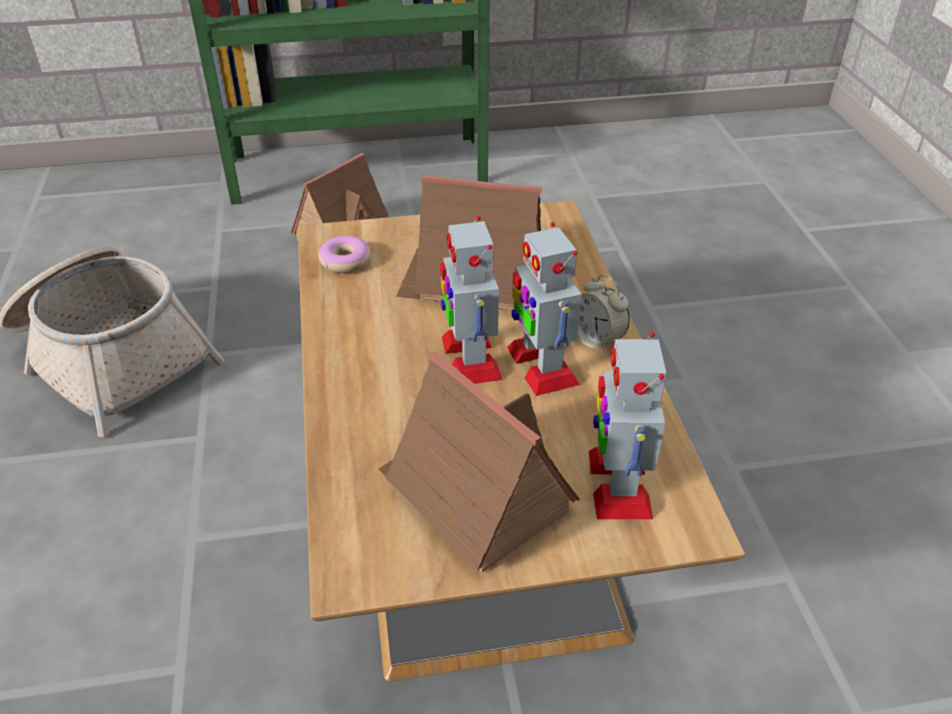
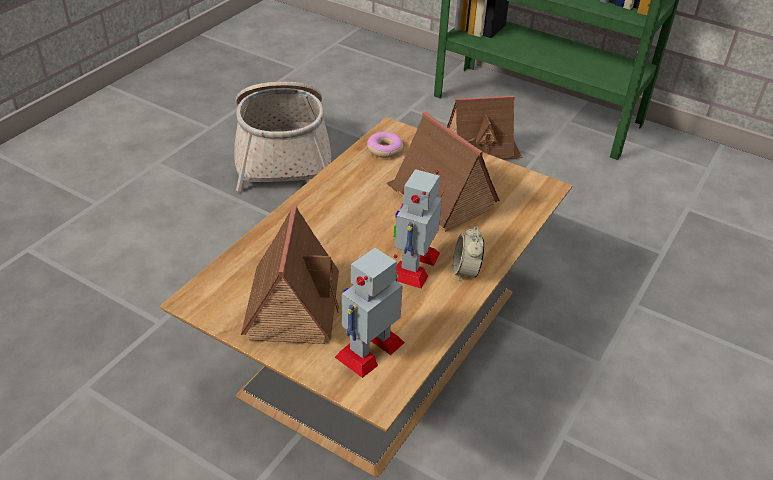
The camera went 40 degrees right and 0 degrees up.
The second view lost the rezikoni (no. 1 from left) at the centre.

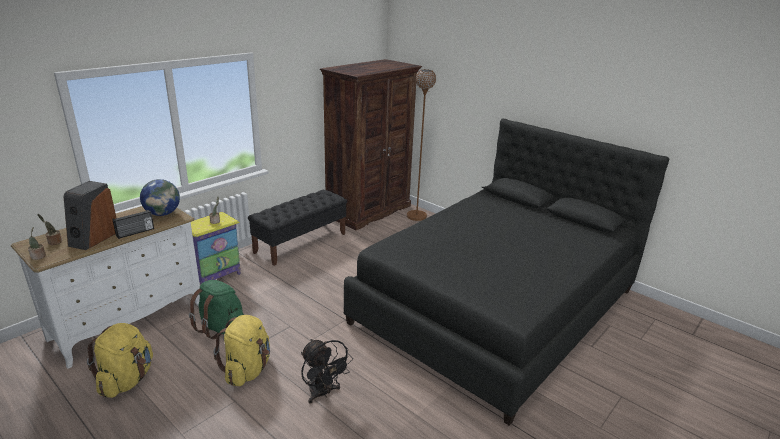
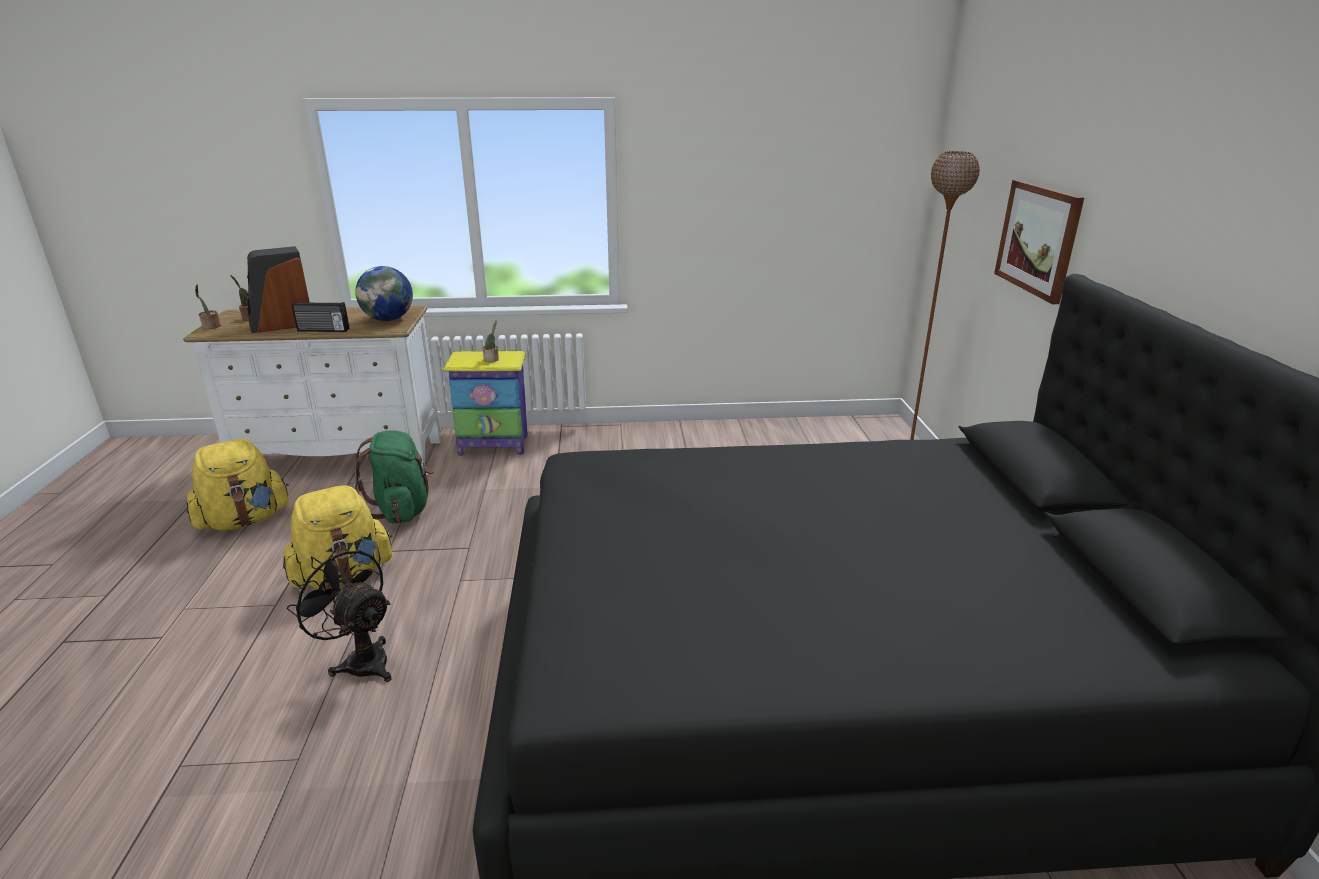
The camera went 45 degrees right and 0 degrees up.
The second view lost the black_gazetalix at the centre.
The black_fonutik at the bottom centre ended up facing another way, 120 degrees clockwise from before.
The second view lost the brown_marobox at the top centre.
The second view gained the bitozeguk at the top right.

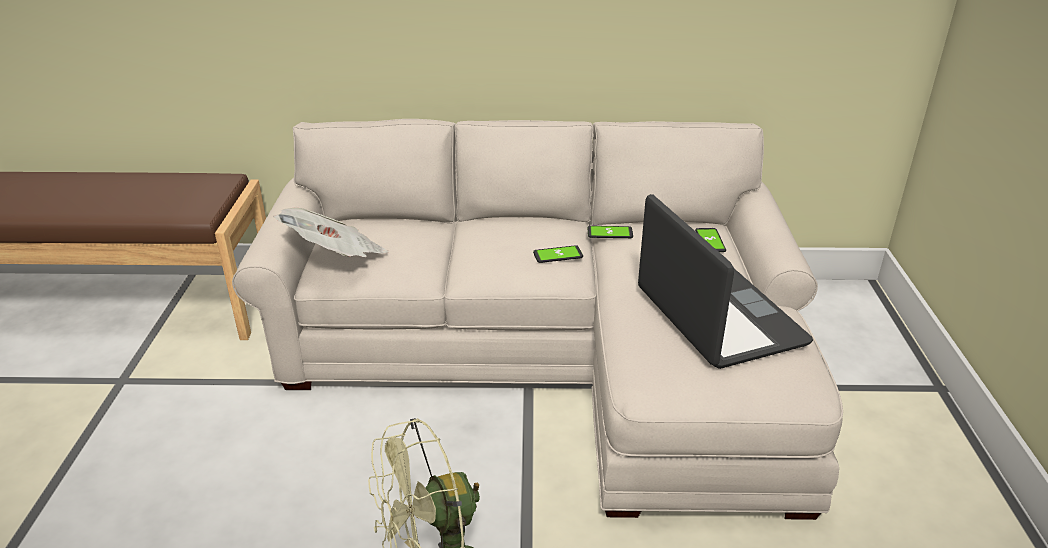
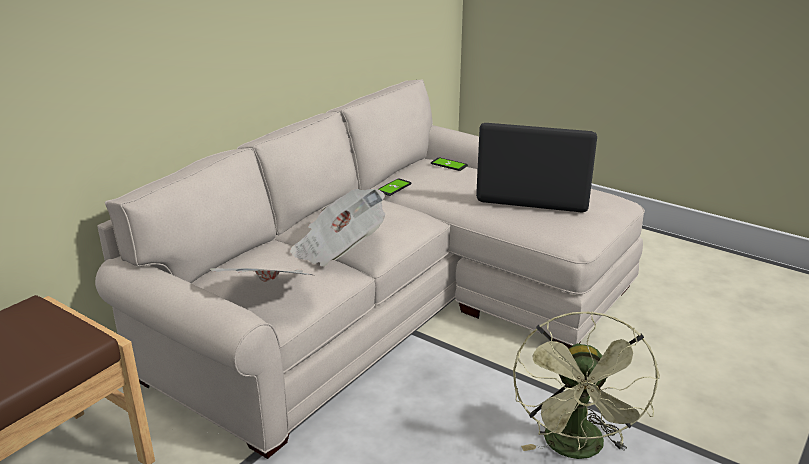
The camera went 55 degrees left and 5 degrees down.
The second view lost the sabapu (no. 1 from left) at the centre.
The second view gained the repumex (no. 2 from left) at the centre.

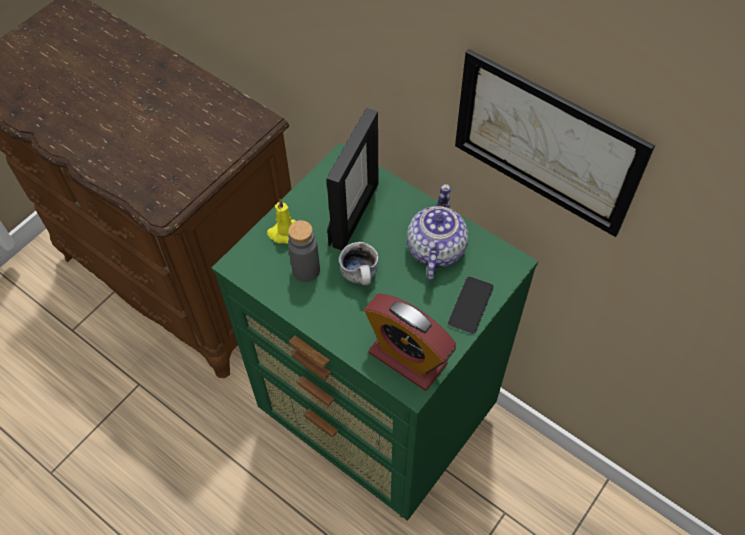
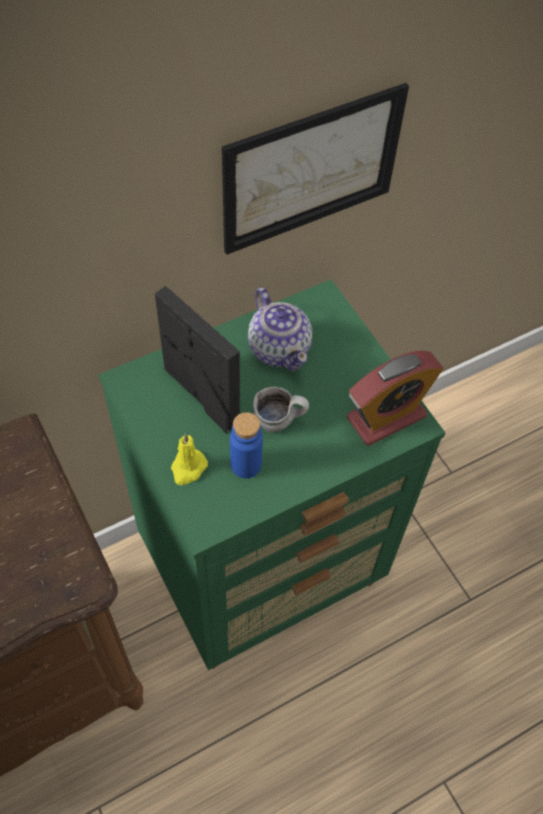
The camera went 70 degrees left and 0 degrees up.
What was the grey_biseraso at the centre turned into the blue_biseraso at the centre.
The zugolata at the centre ended up facing another way, 150 degrees counterclockwise from before.
The second view lost the sabapu at the centre.

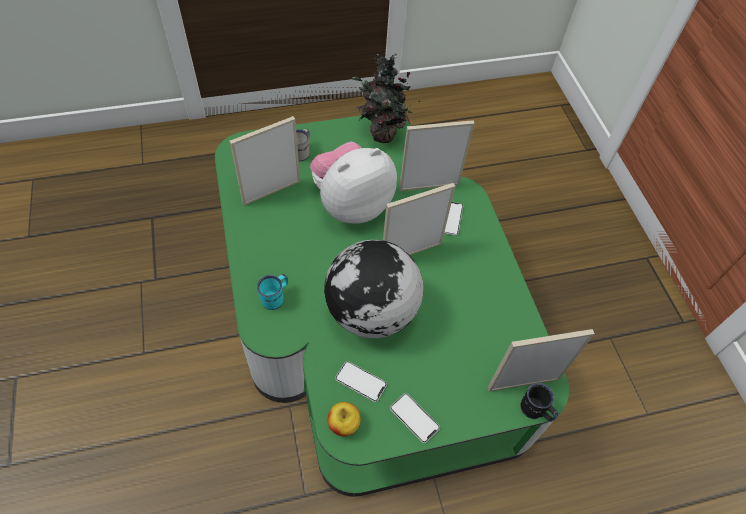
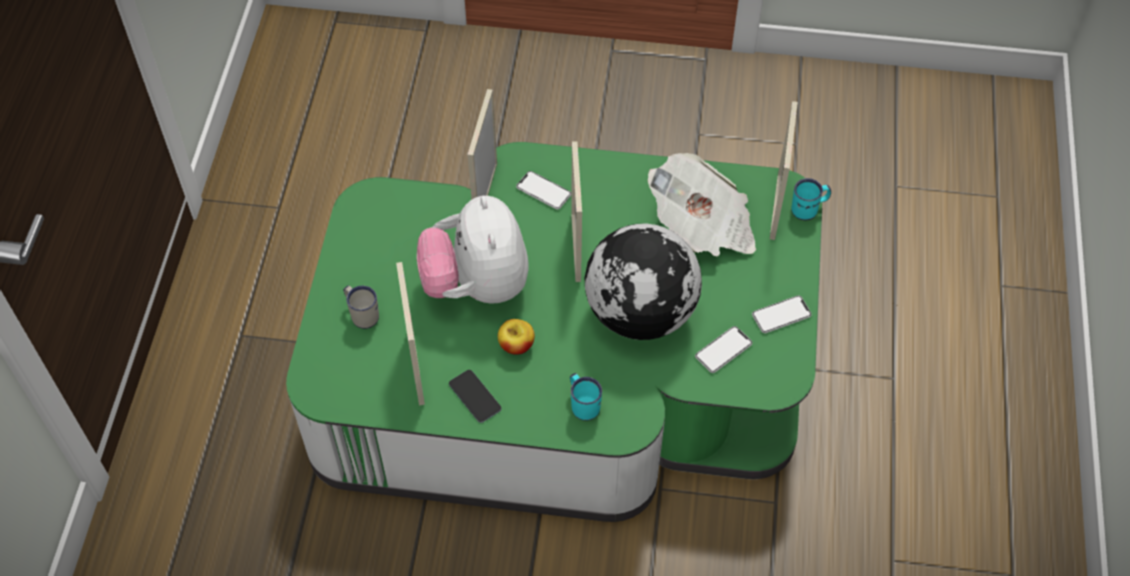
The camera went 65 degrees left and 0 degrees up.
The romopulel ended up elsewhere, having gone from the bottom centre to the centre.
The second view lost the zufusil at the top centre.
What was the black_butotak at the bottom right turned into the turquoise_butotak (no. 2 from left) at the middle right.
The second view gained the sabapu (no. 1 from left) at the bottom centre.
The second view gained the repumex at the centre.

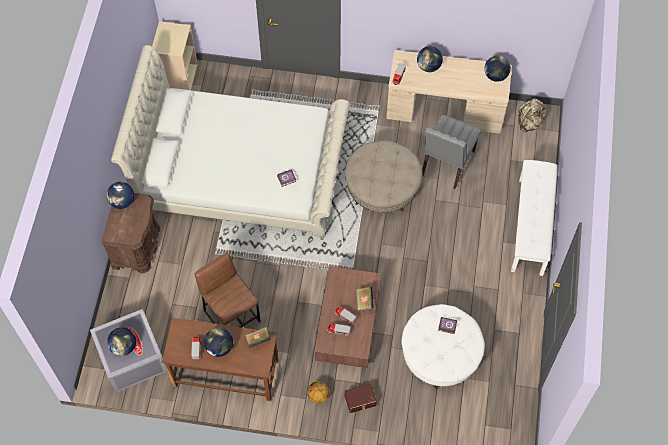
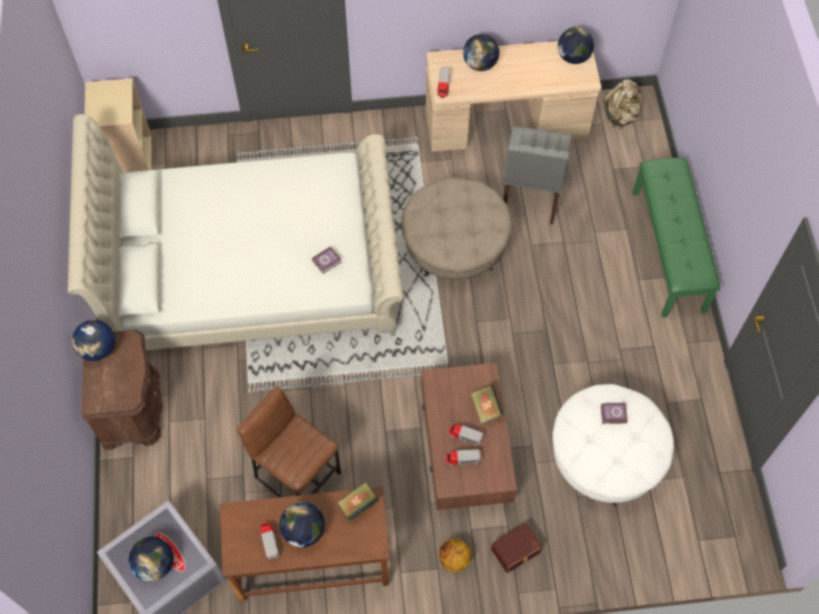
The camera went 15 degrees left and 0 degrees up.
What was the white_gazetalix at the middle right turned into the green_gazetalix at the middle right.

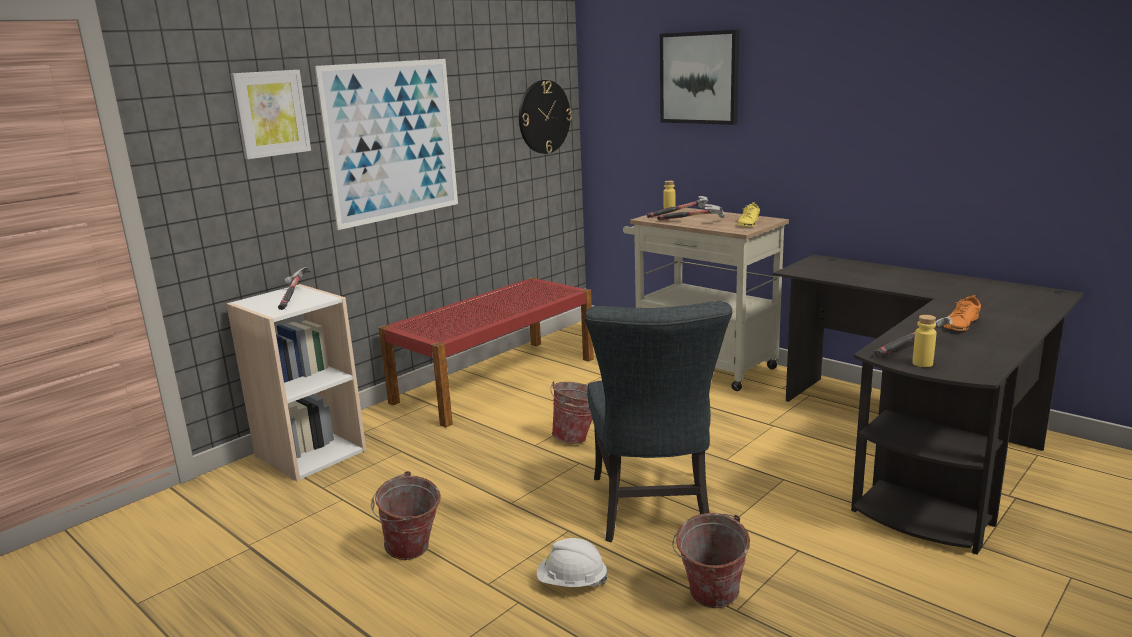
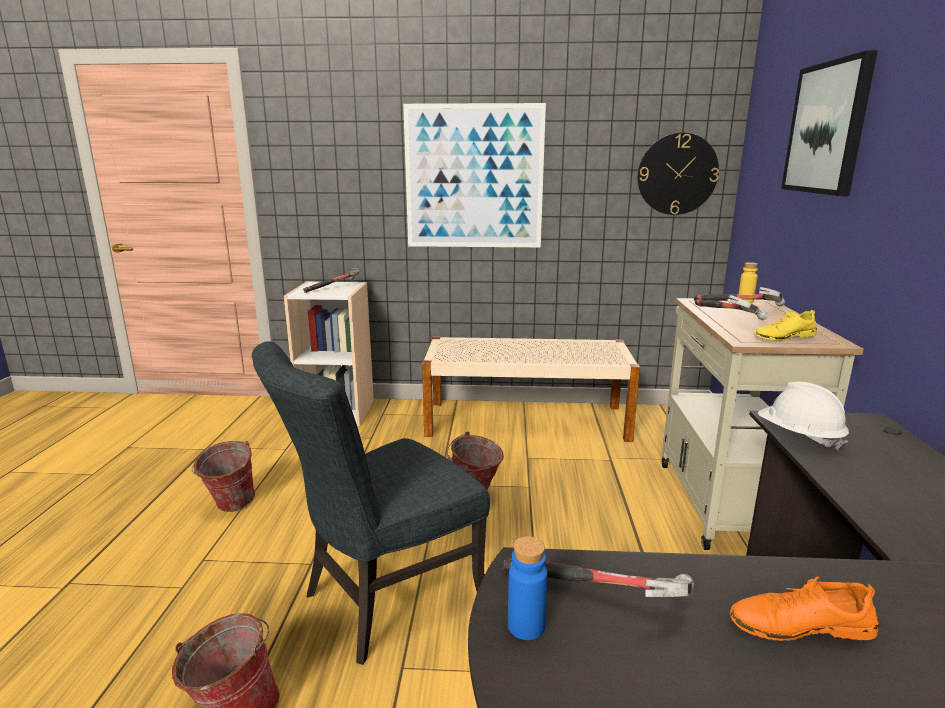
The camera went 50 degrees right and 0 degrees up.
The second view lost the bitozeguk (no. 1 from left) at the top left.
What was the red_gazetalix at the centre turned into the beige_gazetalix at the centre.
The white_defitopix ended up elsewhere, having gone from the bottom centre to the middle right.
What was the yellow_biseraso (no. 2 from left) at the middle right turned into the blue_biseraso at the bottom centre.

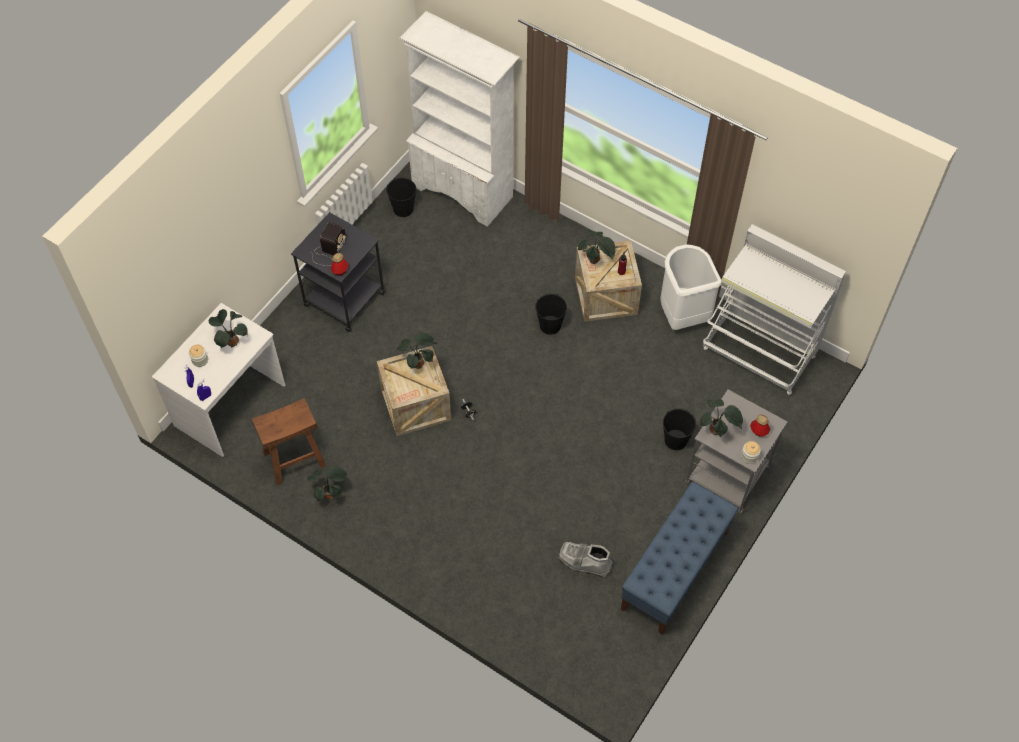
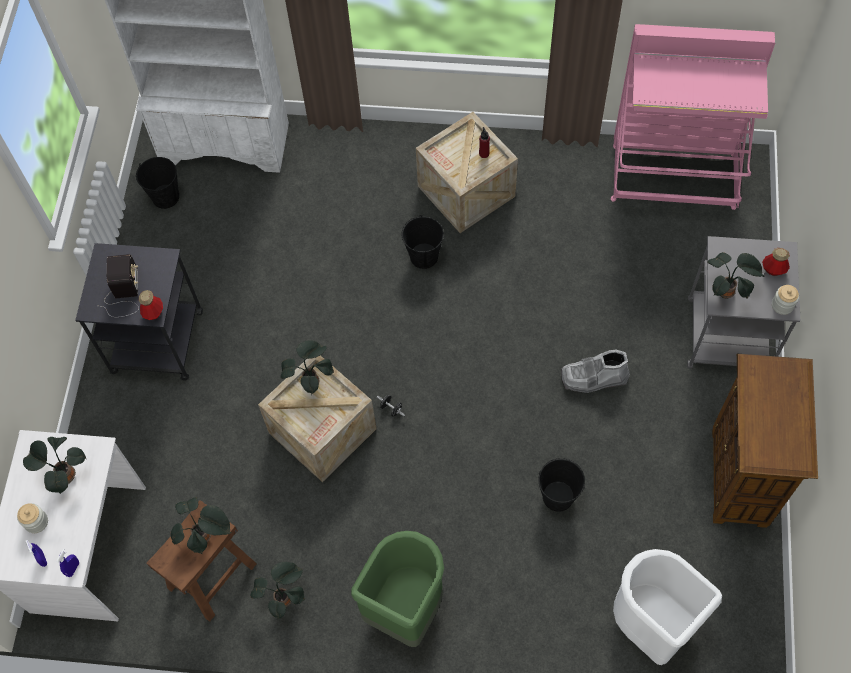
The camera went 25 degrees left and 5 degrees up.
The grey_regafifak ended up elsewhere, having gone from the bottom centre to the middle right.
The zufusil (no. 4 from left in the first image) ended up elsewhere, having gone from the top centre to the bottom left.
Where the blue_gazetalix stood at the bottom centre, the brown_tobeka came to stand at the middle right.
The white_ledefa ended up elsewhere, having gone from the middle right to the bottom right.
The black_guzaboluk (no. 3 from left) ended up elsewhere, having gone from the middle right to the bottom centre.
What was the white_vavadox at the middle right turned into the pink_vavadox at the top right.
The second view gained the green_ledefa at the bottom centre.

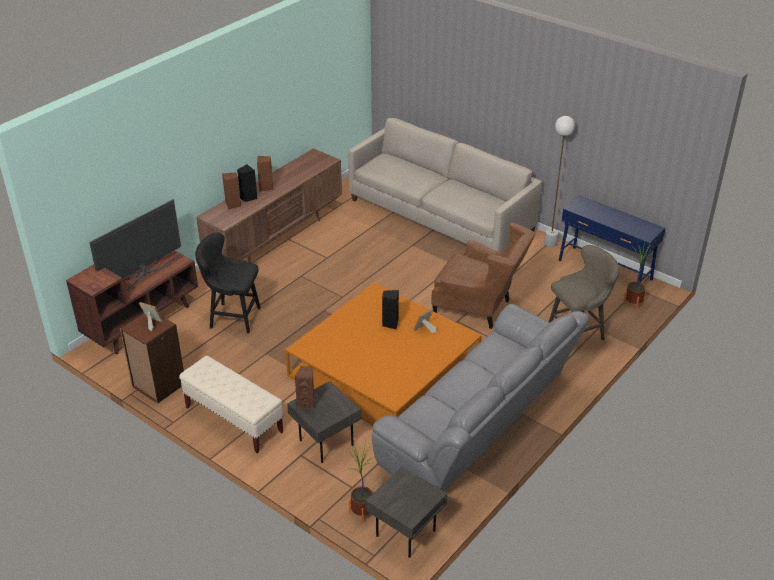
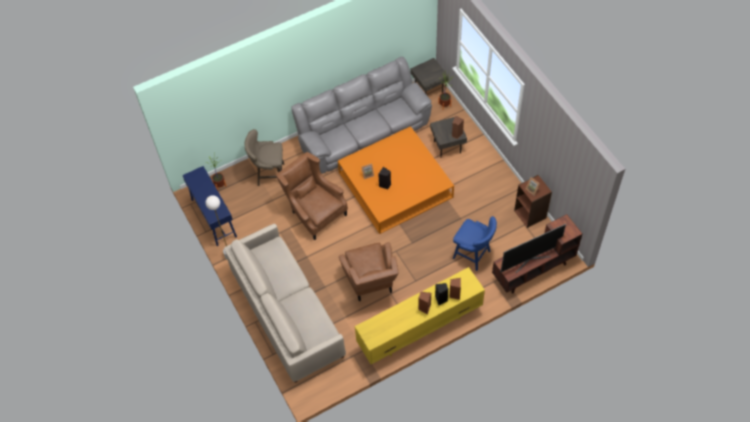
The camera went 155 degrees left and 20 degrees up.
The second view lost the beige_gazetalix at the bottom left.
What was the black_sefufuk at the middle left turned into the blue_sefufuk at the centre.
What was the brown_tobeka at the centre turned into the yellow_tobeka at the bottom centre.
The second view gained the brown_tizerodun (no. 2 from left) at the centre.

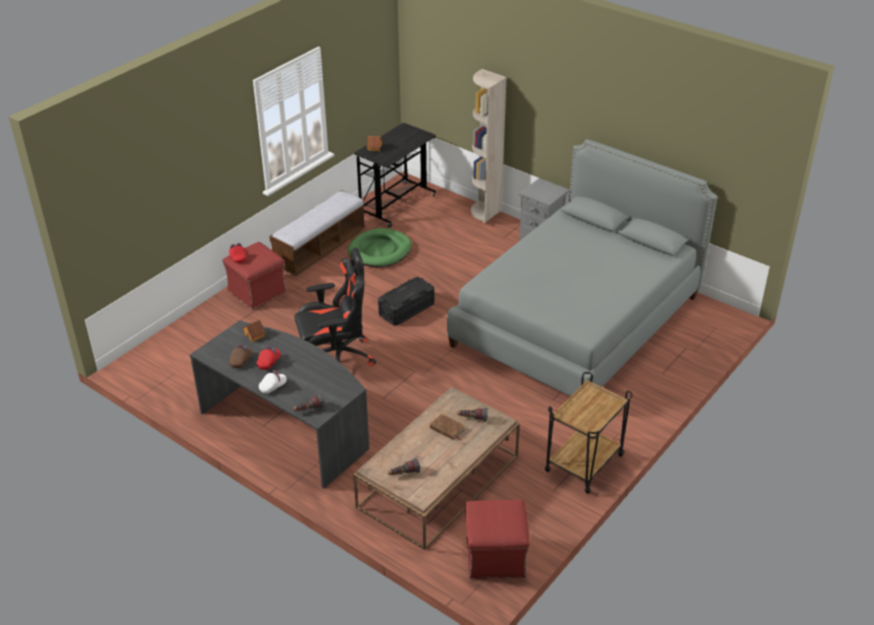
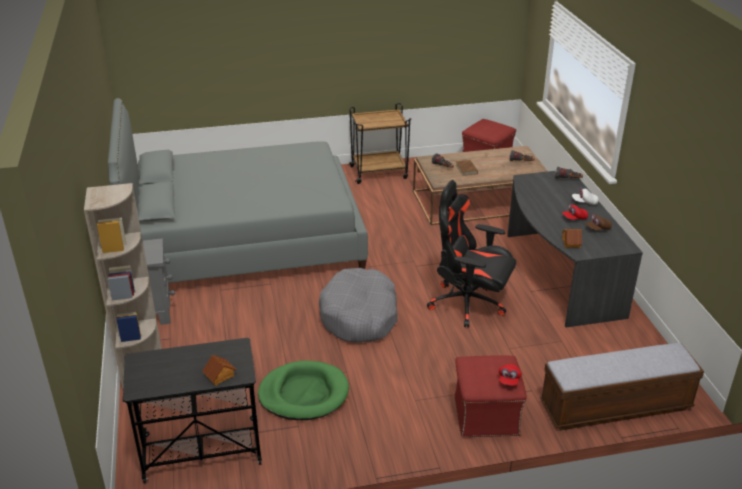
The camera went 140 degrees left and 5 degrees down.
The gazetalix ended up elsewhere, having gone from the centre to the bottom right.
Where the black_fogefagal stood at the centre, the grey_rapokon came to stand at the centre.

